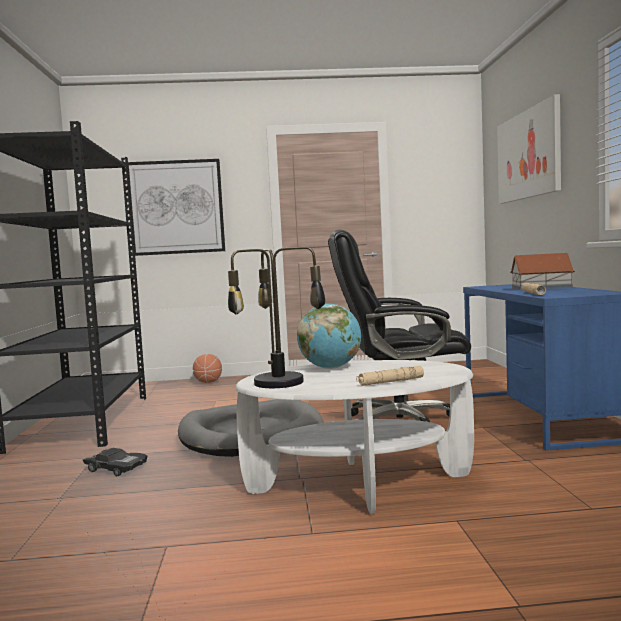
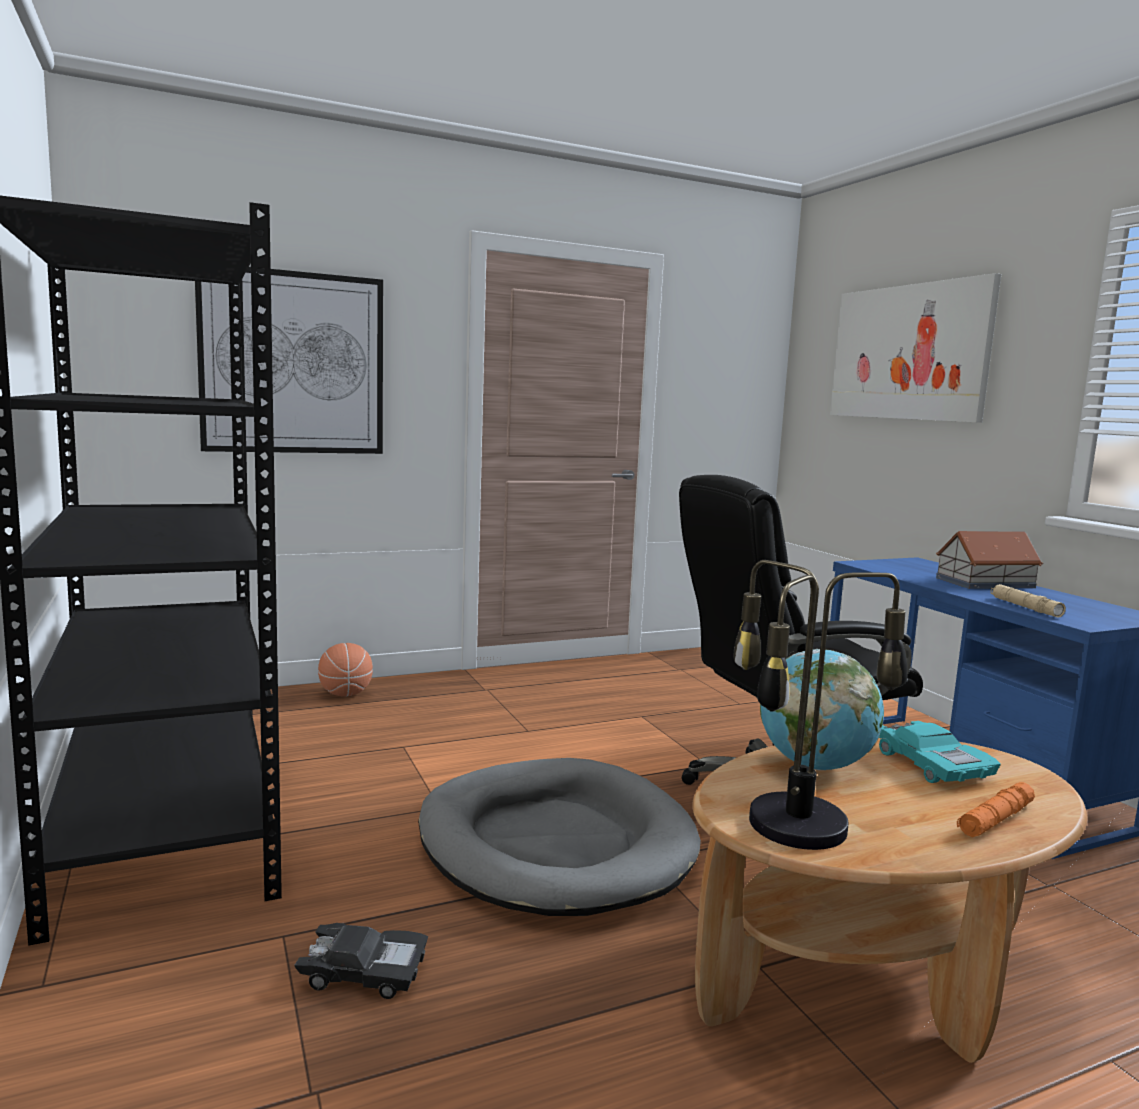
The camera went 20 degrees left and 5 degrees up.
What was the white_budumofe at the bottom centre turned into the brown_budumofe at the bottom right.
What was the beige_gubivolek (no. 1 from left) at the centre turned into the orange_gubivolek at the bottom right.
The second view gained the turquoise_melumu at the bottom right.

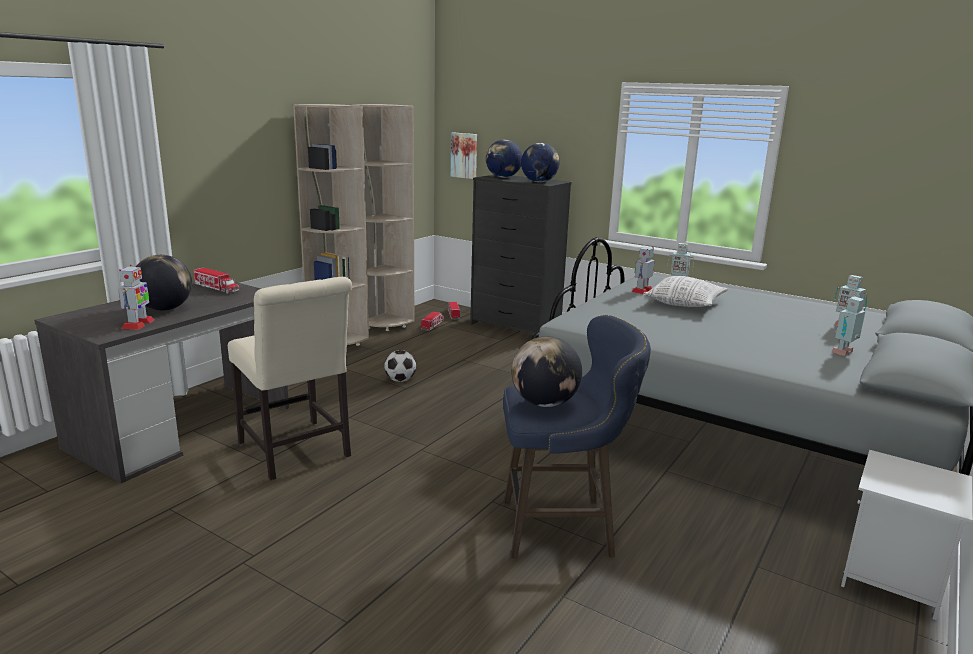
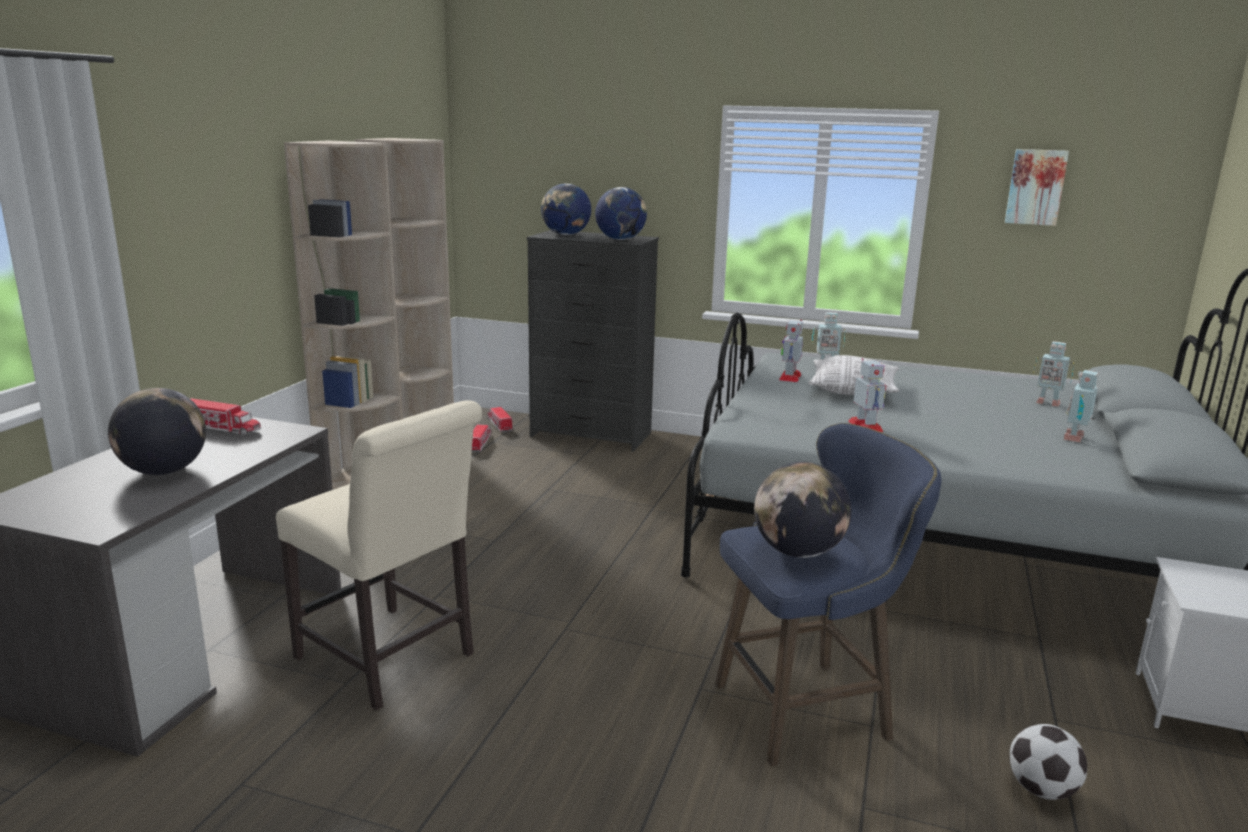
The camera went 15 degrees left and 0 degrees up.
The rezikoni (no. 1 from left in the first image) ended up elsewhere, having gone from the middle left to the middle right.
The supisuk ended up elsewhere, having gone from the centre to the bottom right.
The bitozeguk ended up elsewhere, having gone from the top centre to the top right.

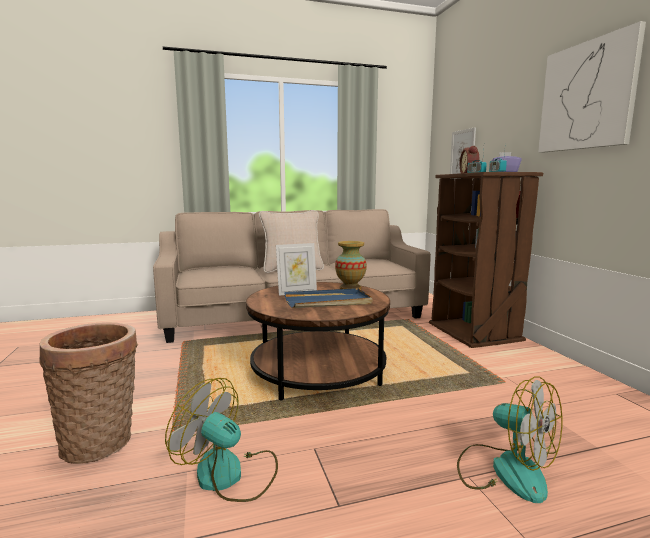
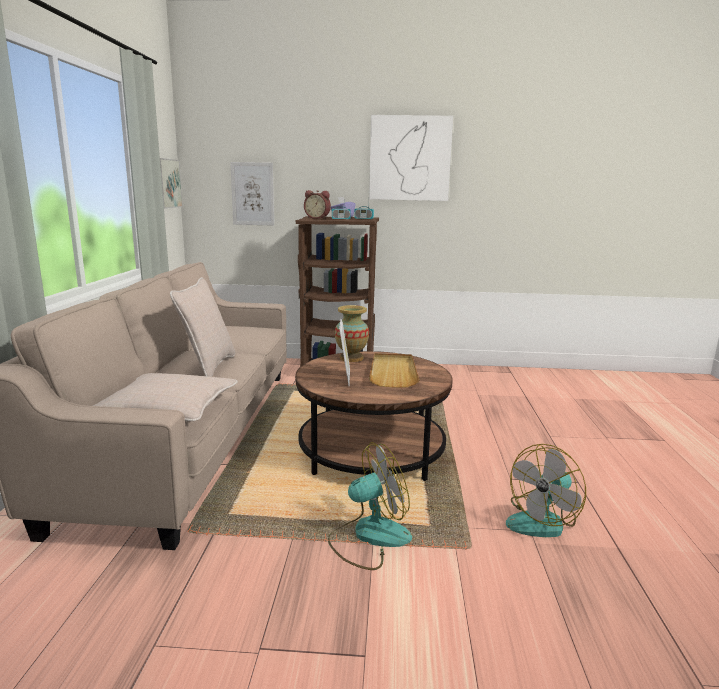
The camera went 70 degrees left and 5 degrees up.
The second view lost the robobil at the bottom left.
What was the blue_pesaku at the centre turned into the beige_pesaku at the centre.
The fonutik (no. 2 from left in the first image) ended up elsewhere, having gone from the bottom right to the bottom centre.
The second view gained the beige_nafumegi (no. 1 from left) at the middle left.
The second view gained the bitozeguk (no. 1 from left) at the top left.

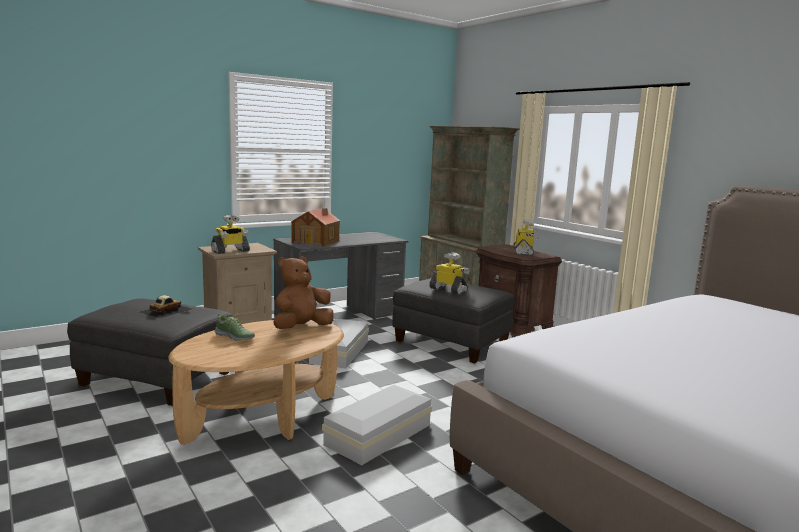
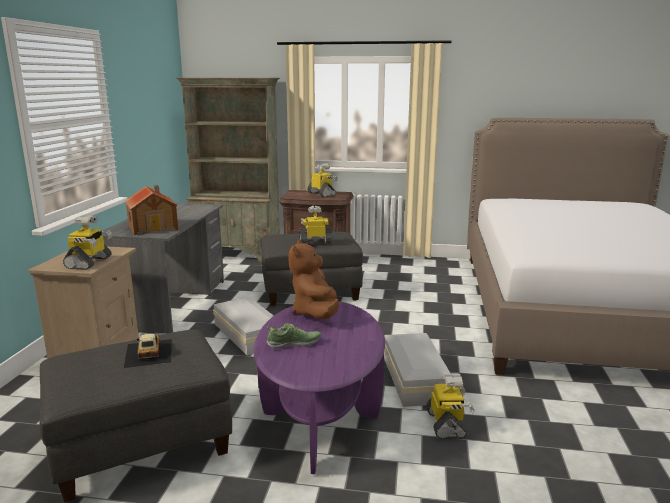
The camera went 45 degrees left and 5 degrees up.
What was the brown_budumofe at the bottom left turned into the purple_budumofe at the bottom centre.
The second view gained the rezikoni (no. 4 from left) at the bottom right.

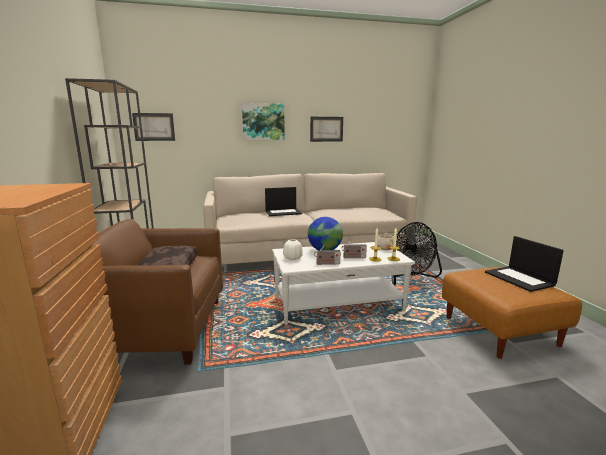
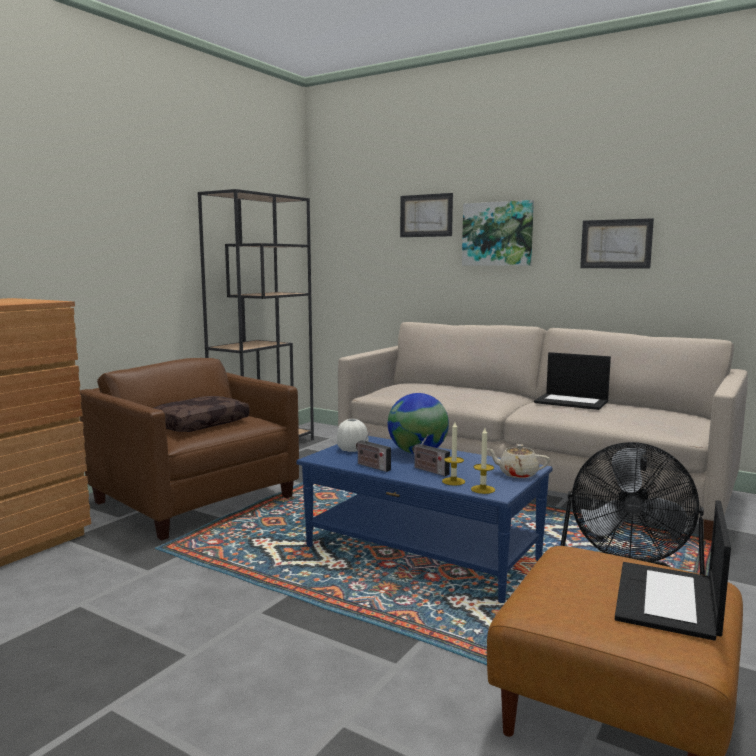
The camera went 45 degrees right and 5 degrees down.
The bitozeguk (no. 1 from left) ended up elsewhere, having gone from the top left to the top centre.
The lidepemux (no. 1 from left) ended up elsewhere, having gone from the centre to the middle right.
What was the white_budumofe at the centre turned into the blue_budumofe at the bottom centre.

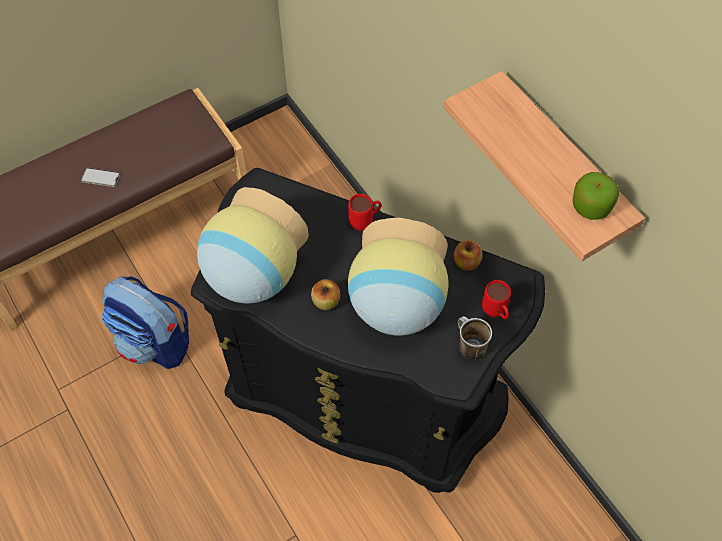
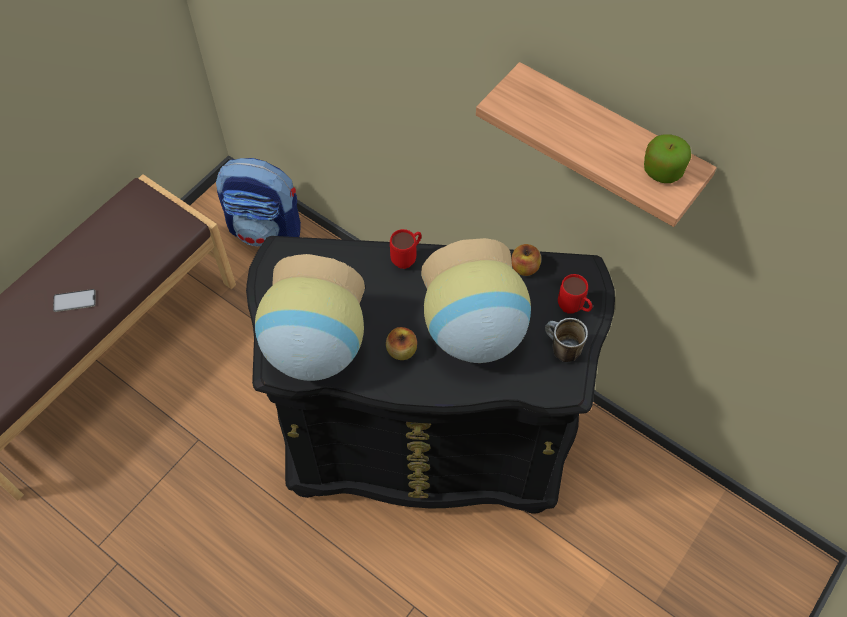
The camera went 20 degrees left and 0 degrees up.
The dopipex ended up elsewhere, having gone from the middle left to the top left.

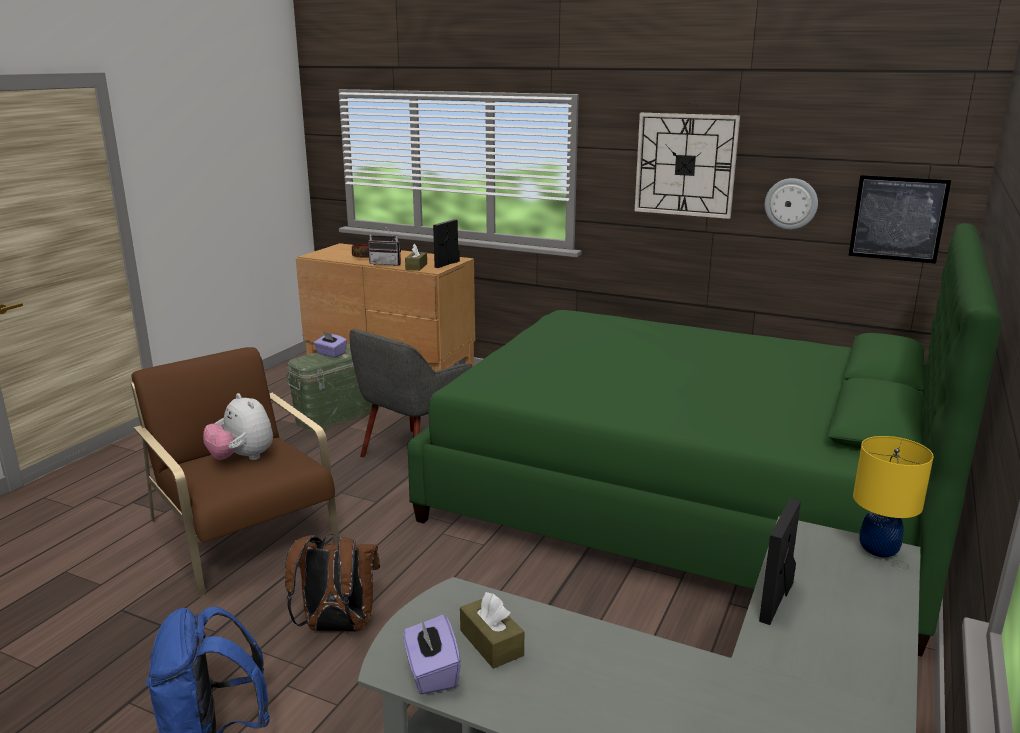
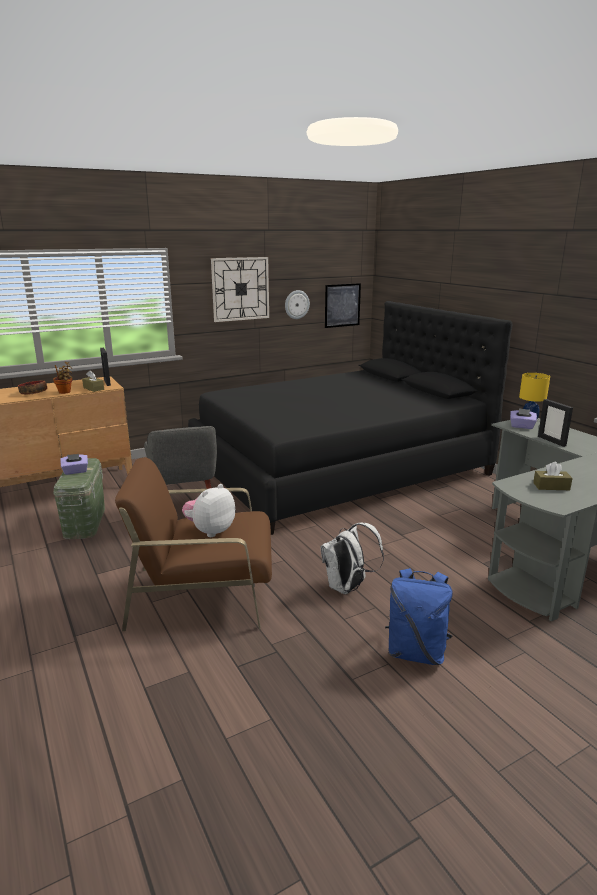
The camera went 55 degrees left and 0 degrees up.
The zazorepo at the middle left ended up facing another way, 135 degrees clockwise from before.
What was the brown_dopipex at the bottom left turned into the white_dopipex at the centre.
Where the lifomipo stood at the centre, the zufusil came to stand at the middle left.
The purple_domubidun (no. 2 from left) ended up elsewhere, having gone from the bottom centre to the middle right.
What was the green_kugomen at the middle right turned into the black_kugomen at the centre.

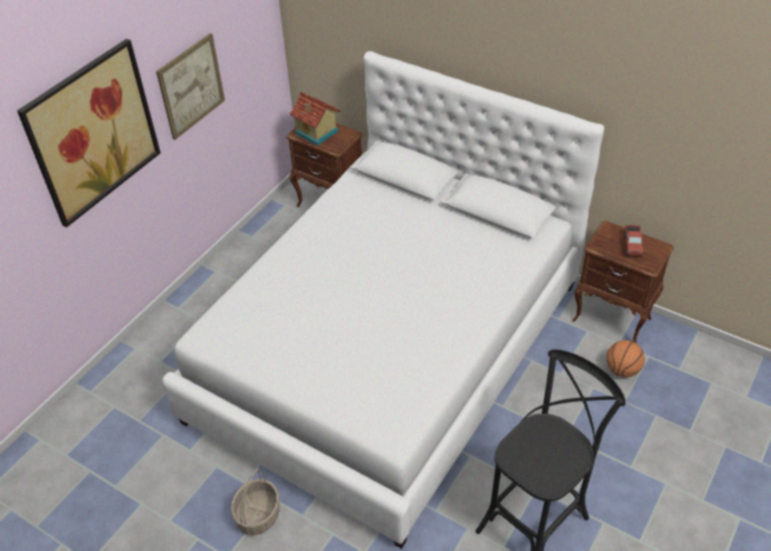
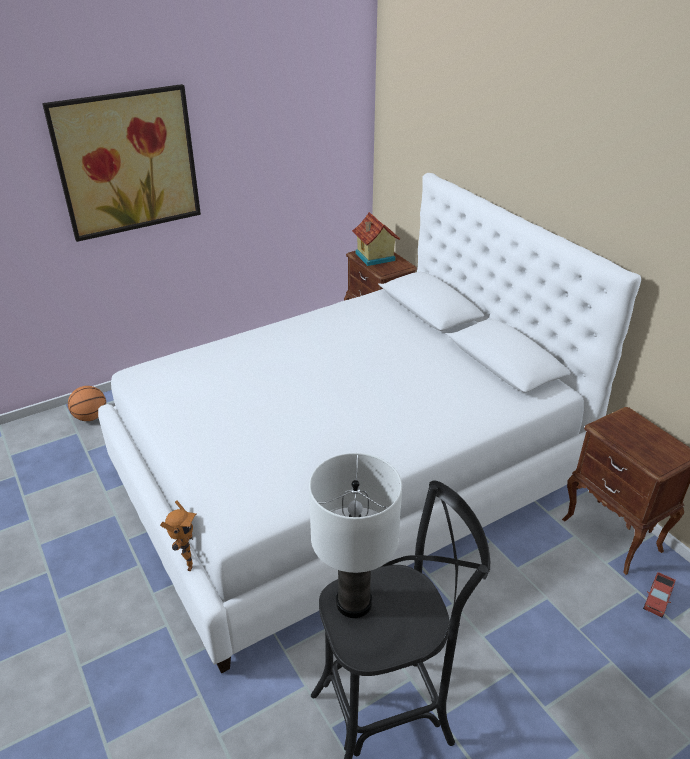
The camera went 25 degrees right and 10 degrees down.
The second view lost the bitozeguk (no. 2 from left) at the top left.
The second view lost the robobil at the bottom left.
The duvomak ended up elsewhere, having gone from the middle right to the middle left.
The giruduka ended up elsewhere, having gone from the middle right to the bottom right.
The second view gained the rezikoni at the bottom left.
The second view gained the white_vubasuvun at the bottom centre.

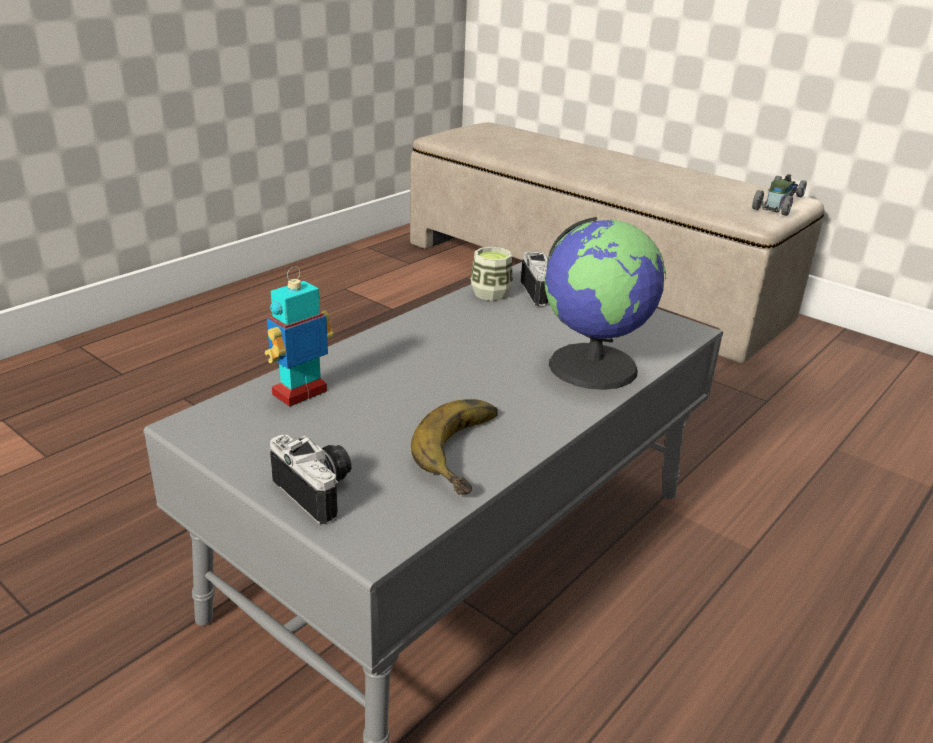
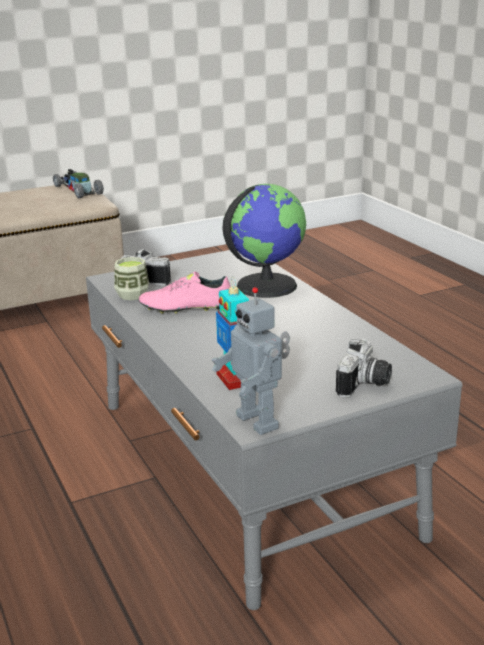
The camera went 65 degrees left and 5 degrees down.
The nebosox (no. 1 from left in the first image) at the middle left ended up facing another way, 135 degrees clockwise from before.
The second view lost the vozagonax at the centre.
The second view gained the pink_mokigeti at the centre.
The second view gained the rezikoni (no. 2 from left) at the centre.

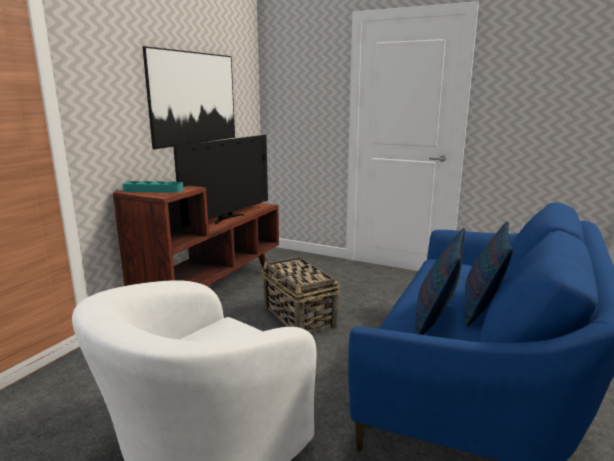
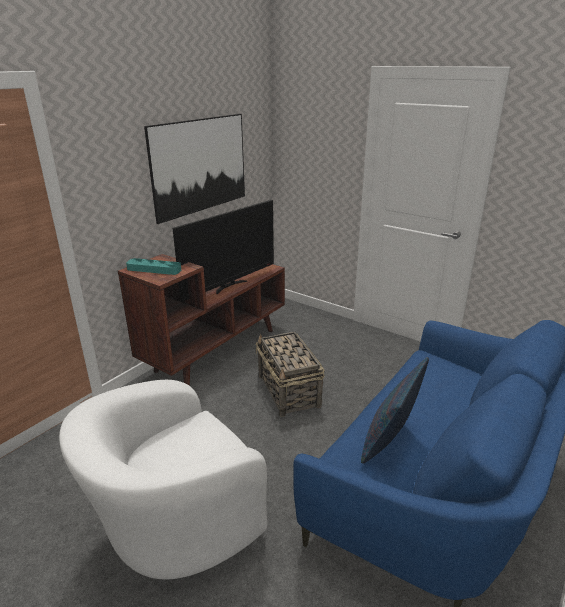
The camera went 10 degrees right and 10 degrees up.
The second view lost the blue_nafumegi (no. 2 from left) at the middle right.

